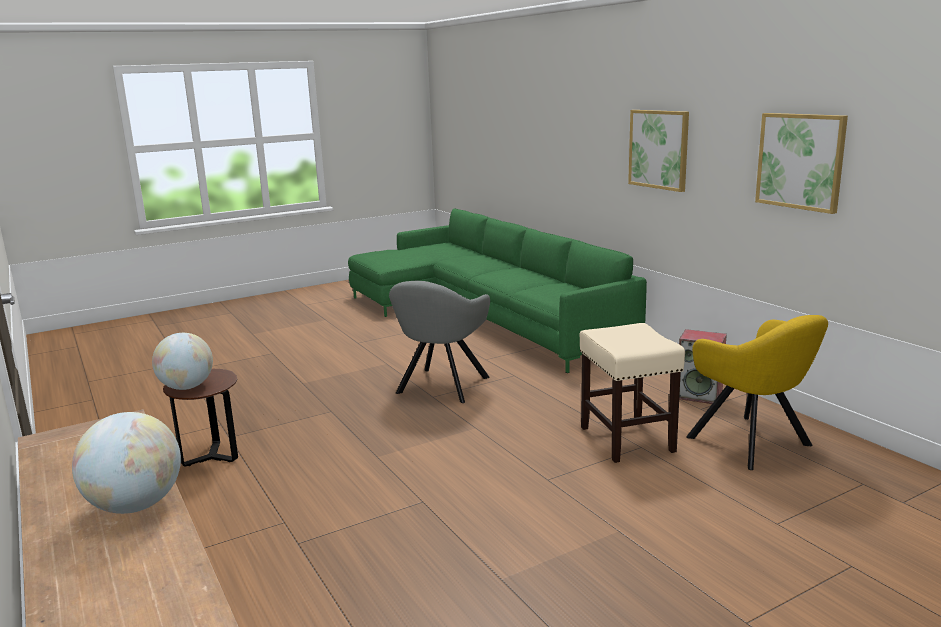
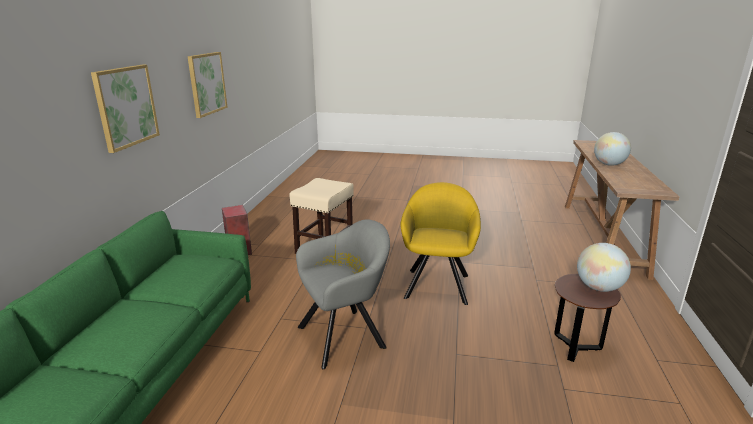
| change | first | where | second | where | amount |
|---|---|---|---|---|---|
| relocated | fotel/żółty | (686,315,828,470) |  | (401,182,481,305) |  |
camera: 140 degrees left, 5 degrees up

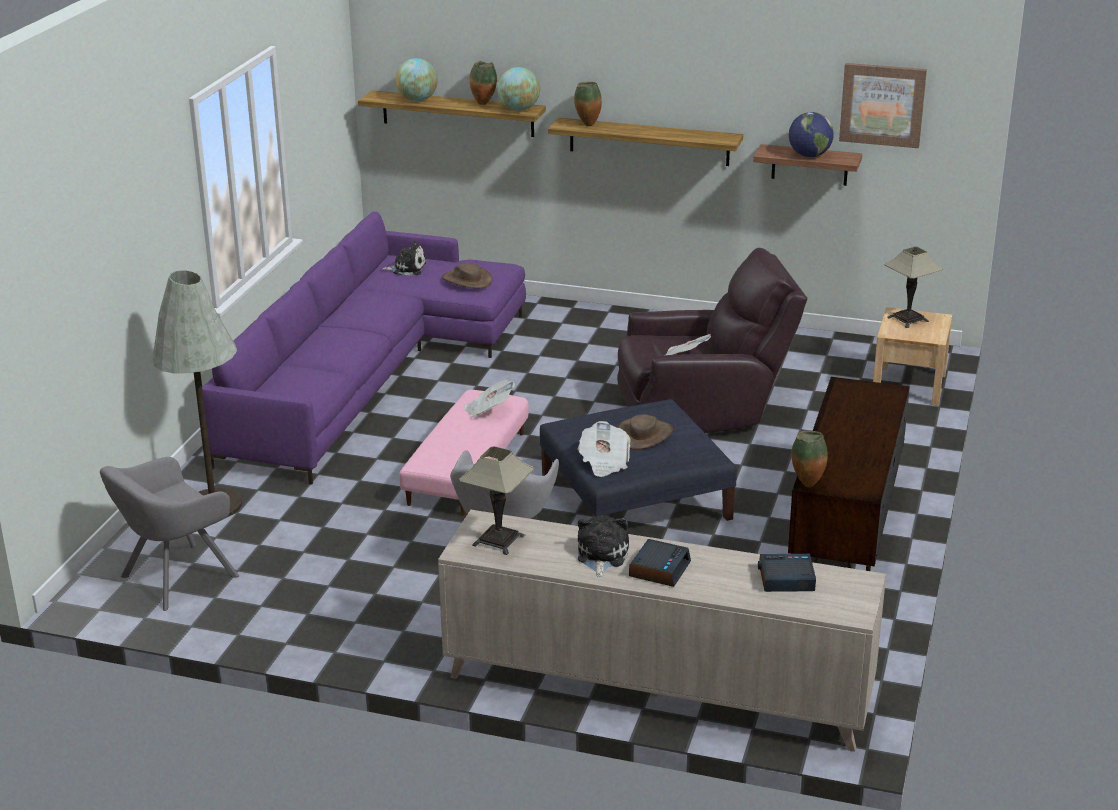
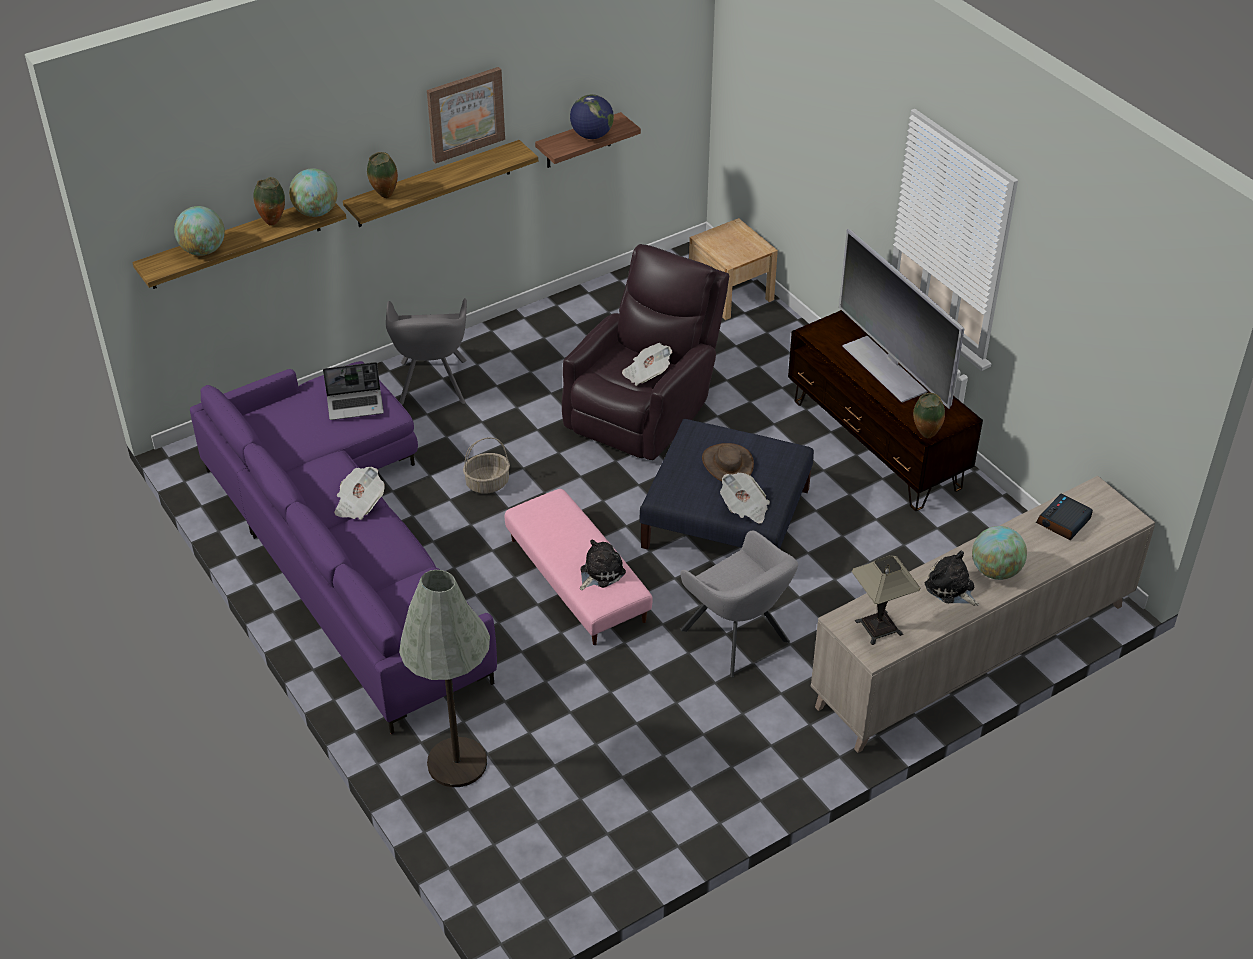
| change | first | where | second | where | amount |
|---|---|---|---|---|---|
| relocated | obraz | (839,63,927,148) |  | (427,67,505,163) |  |
| relocated | pluszak | (382,241,426,276) |  | (580,540,626,590) |  |
| missing | lampa stołowa | (885,246,943,328) |  |  |  |
| exchanged | kapelusz/brązowy | (442,263,492,289) | laptop | (323,362,384,420) |  |
| relocated | gazeta | (464,379,515,417) |  | (334,467,385,520) |  |
| relocated | fotel/szary | (100,457,239,611) |  | (386,298,467,405) |  |
| exchanged | budzik | (629,539,691,587) | globus | (972,526,1027,580) |  |
| appeared |  |  | telewizor | (839,229,964,409) |  |
| appeared |  |  | koszyk | (463,437,510,494) |  |
camera: 50 degrees left, 15 degrees up

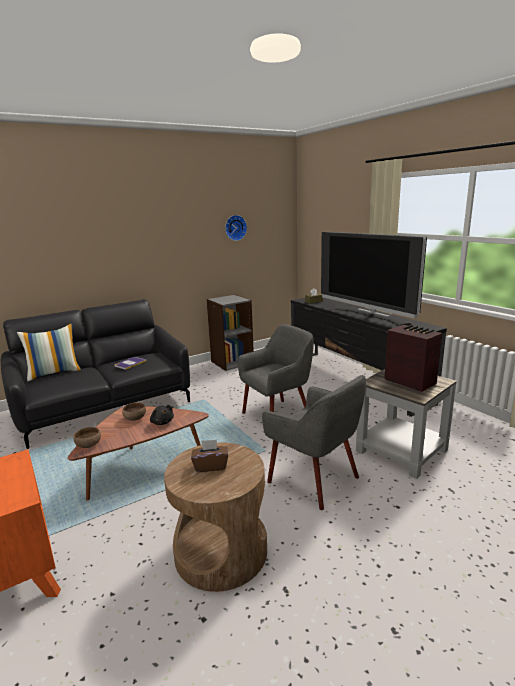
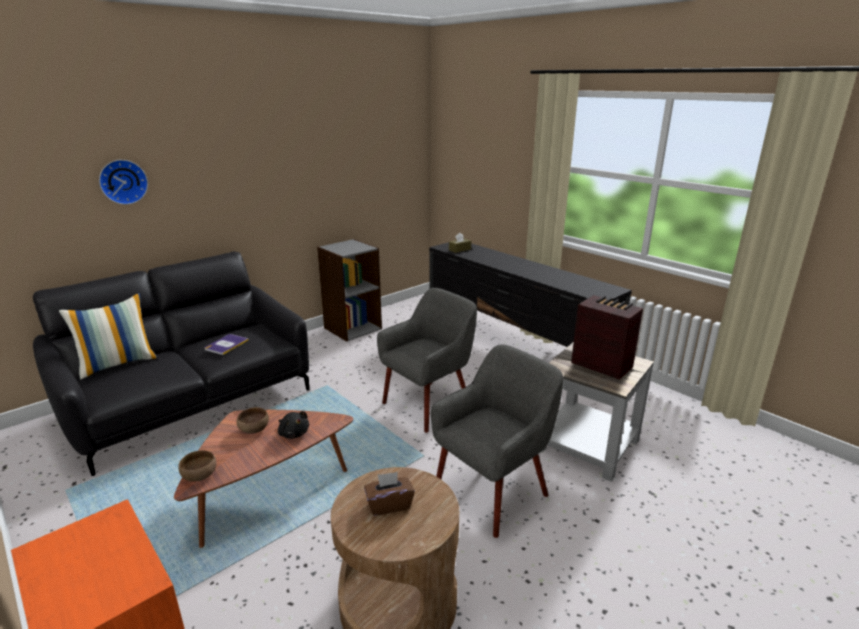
| change | first | where | second | where | amount |
|---|---|---|---|---|---|
| relocated | zegar ścienny | (225,215,247,241) |  | (99,160,148,205) |  |
| missing | telewizor | (321,232,427,326) |  |  |  |
| spun | fotel/szary | (262,375,366,510) |  | (431,344,563,538) | 75 degrees counterclockwise |
camera: 10 degrees left, 5 degrees up

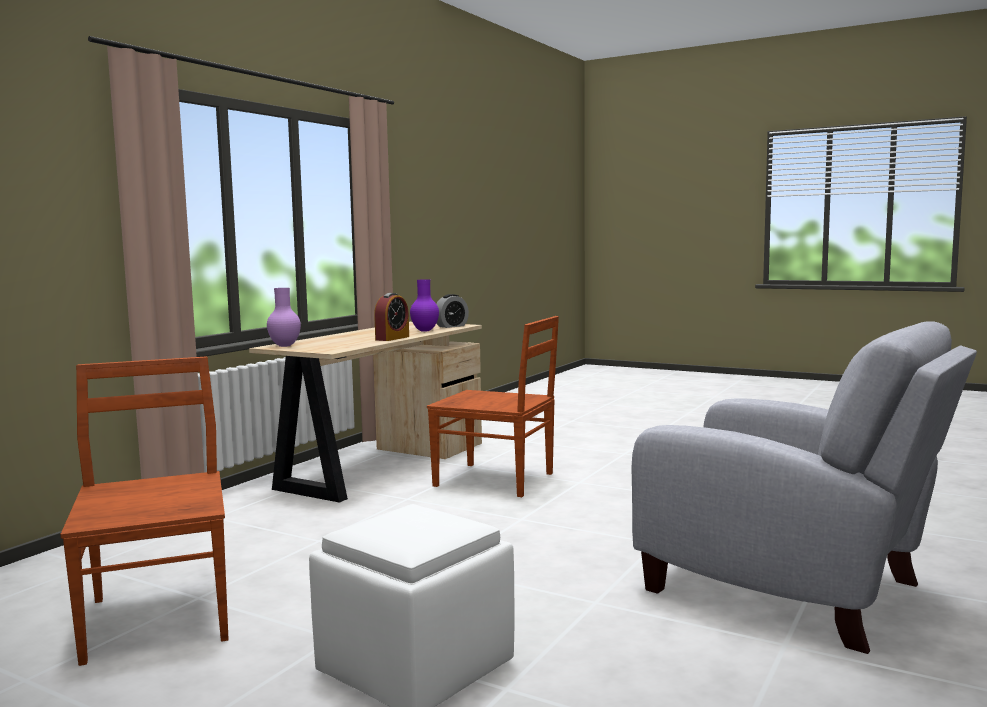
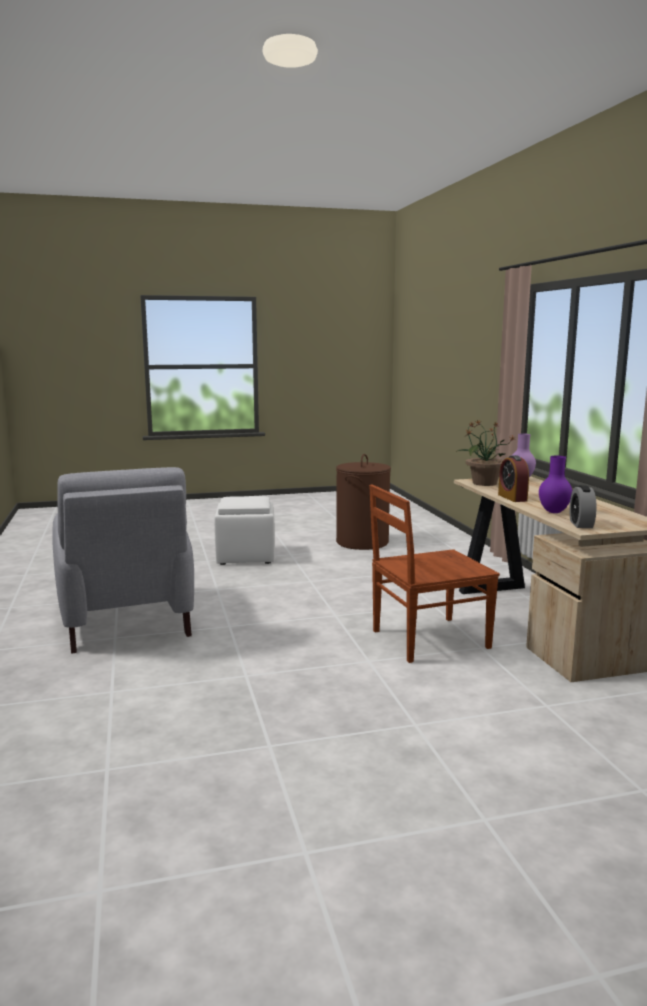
| change | first | where | second | where | amount |
|---|---|---|---|---|---|
| spun | fotel/szary | (631,321,977,654) |  | (52,467,194,654) | 105 degrees counterclockwise |
| exchanged | krzesło/brązowy | (61,357,229,666) | kosz na pranie/brązowy | (336,454,391,550) |  |
| appeared |  |  | roślina doniczkowa | (456,420,515,486) |  |
camera: 135 degrees right, 5 degrees up

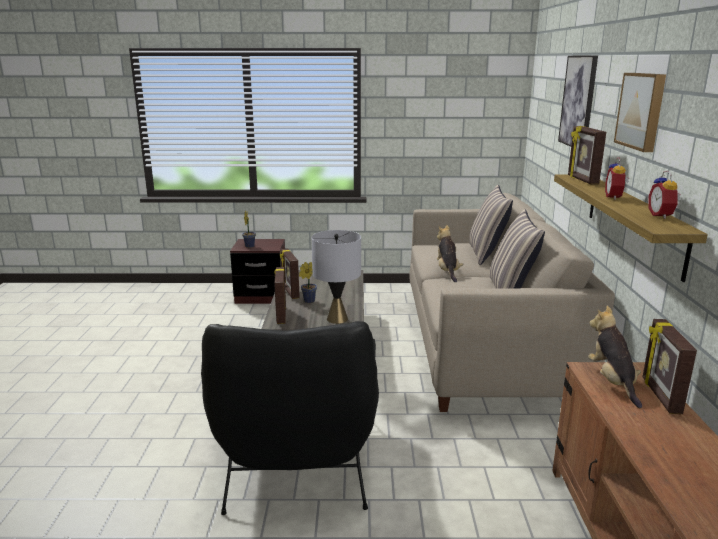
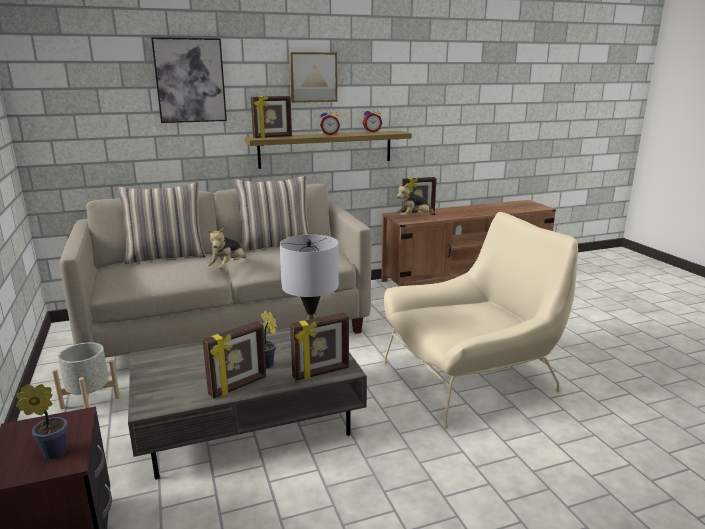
| change | first | where | second | where | amount |
|---|---|---|---|---|---|
| spun | pluszak | (437,225,463,282) |  | (207,228,246,269) | 45 degrees counterclockwise |
| colour | fotel/czarny | (201,321,379,515) | fotel/beżowy | (384,212,578,429) |  |
| appeared |  |  | donica/szary | (52,342,120,409) |  |
camera: 110 degrees left, 0 degrees up

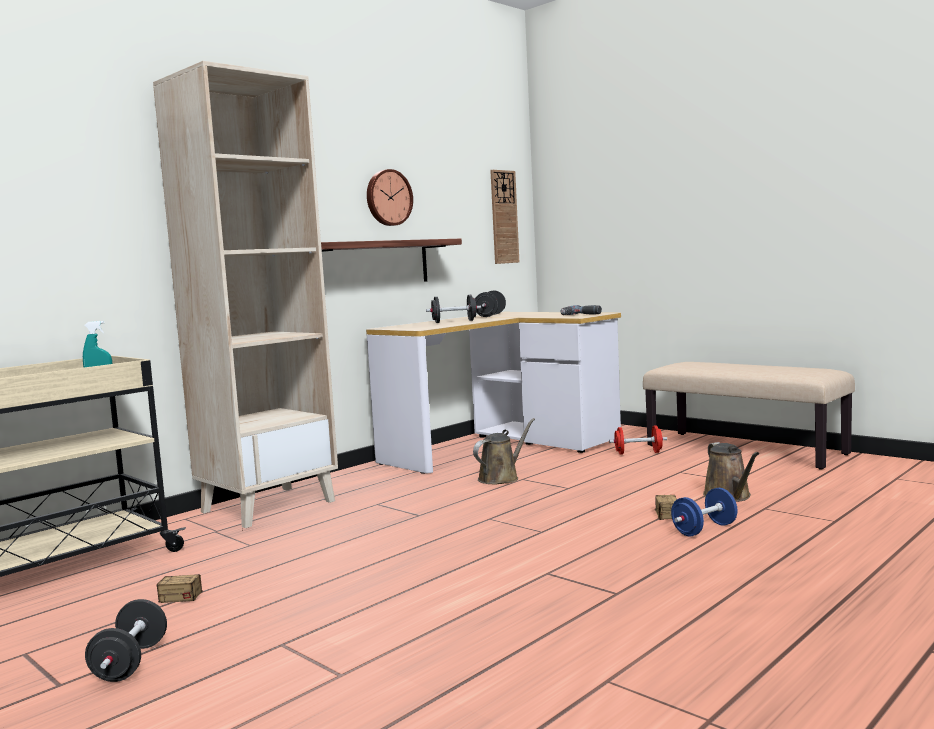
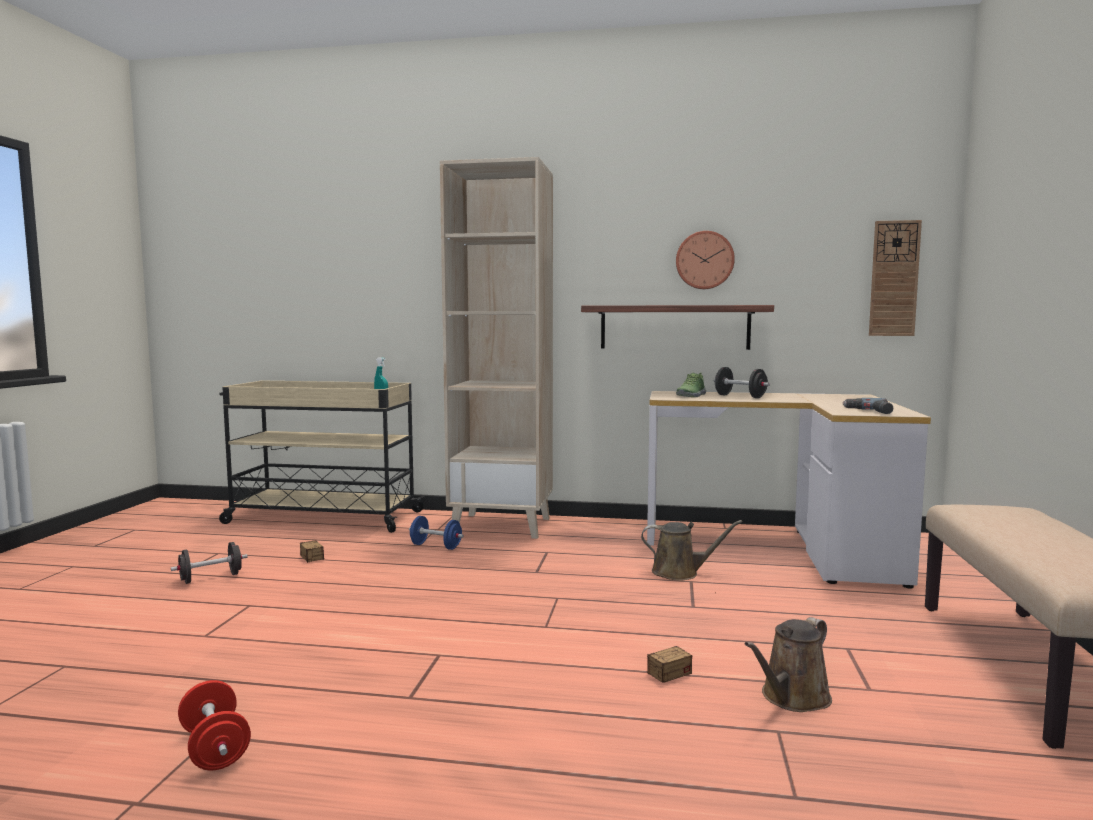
| change | first | where | second | where | amount |
|---|---|---|---|---|---|
| missing | hantel/czarny | (475,290,506,317) |  |  |  |
| relocated | hantel/czerwony | (609,426,667,455) |  | (178,680,251,771) |  |
| relocated | hantel/niebieski | (671,488,738,536) |  | (409,516,464,550) |  |
| appeared |  |  | but | (676,373,706,397) |  |
camera: 55 degrees right, 0 degrees up

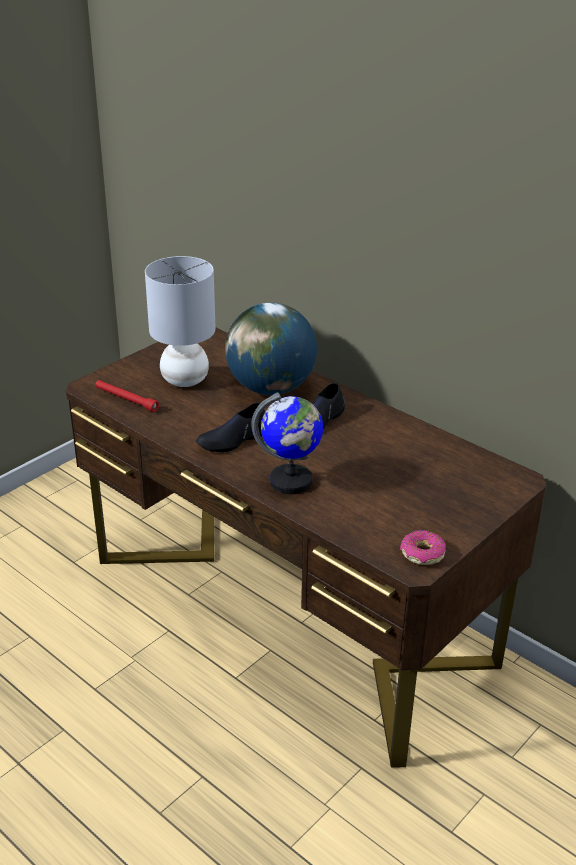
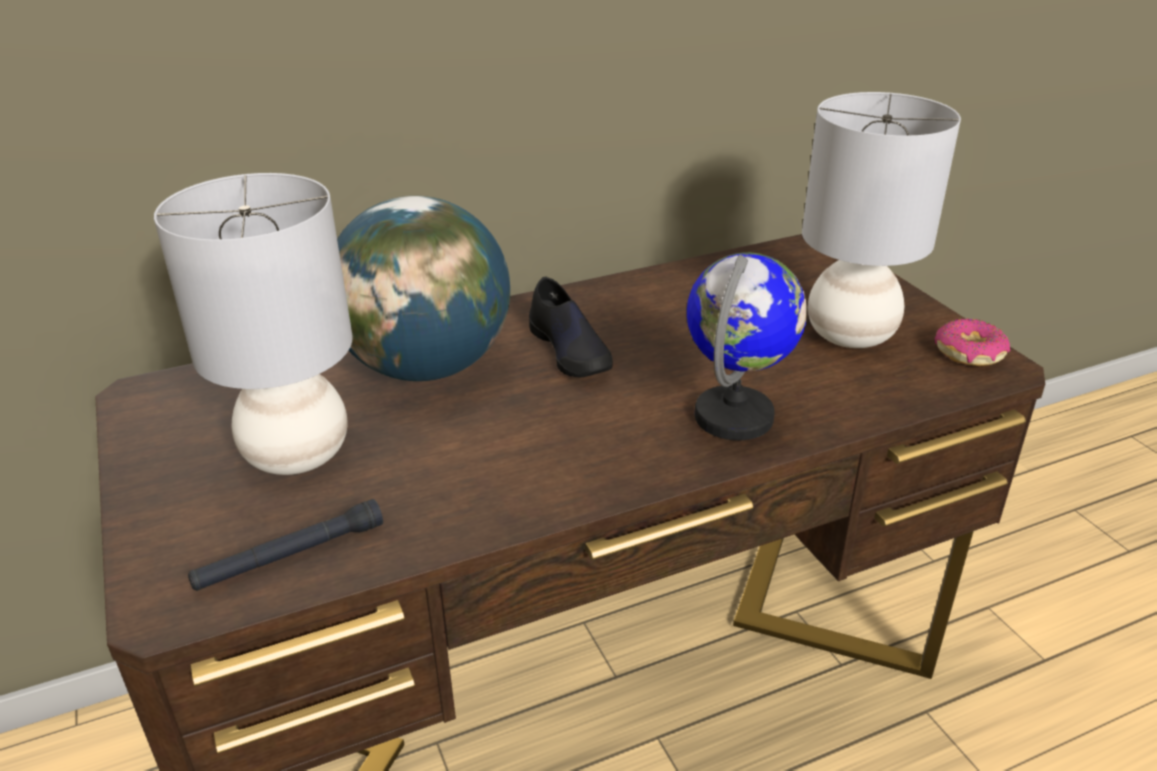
| change | first | where | second | where | amount |
|---|---|---|---|---|---|
| colour | latarka/czerwony | (95,380,159,412) | latarka/czarny | (188,499,383,591) |  |
| missing | but/czarny | (196,402,265,452) |  |  |  |
| appeared |  |  | lampa stołowa/szary | (802,92,961,348) |  |
camera: 65 degrees left, 0 degrees up

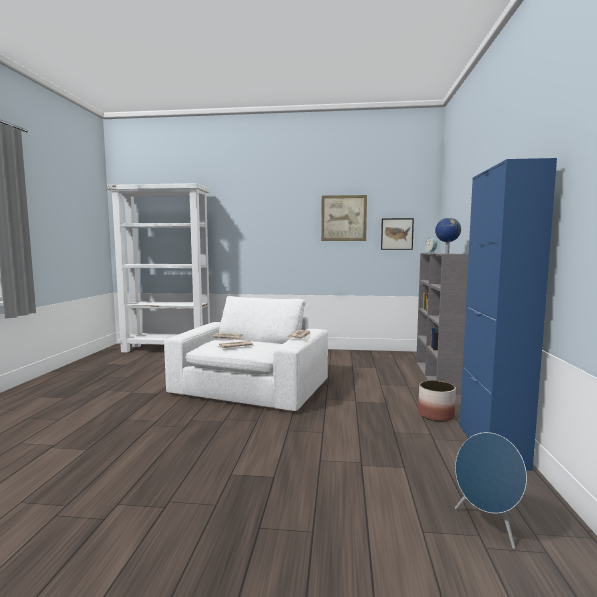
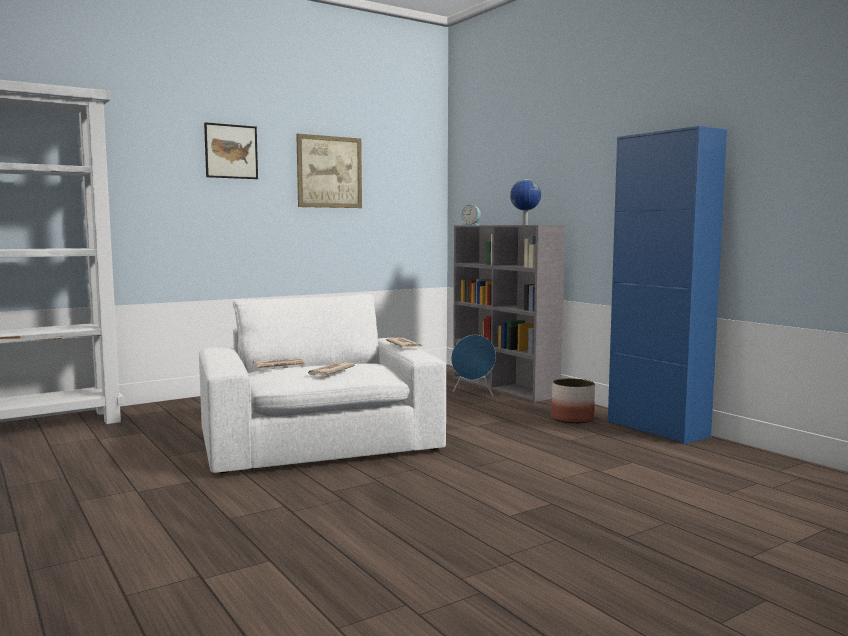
| change | first | where | second | where | amount |
|---|---|---|---|---|---|
| relocated | obraz | (381,218,414,250) |  | (204,122,258,179) |  |
| relocated | głośnik/niebieski | (455,432,527,549) |  | (451,335,496,396) |  |
camera: 40 degrees left, 0 degrees up

